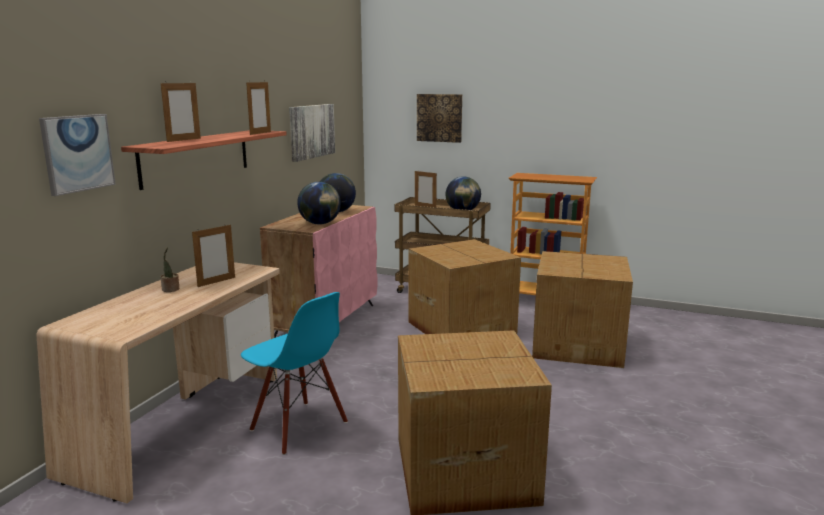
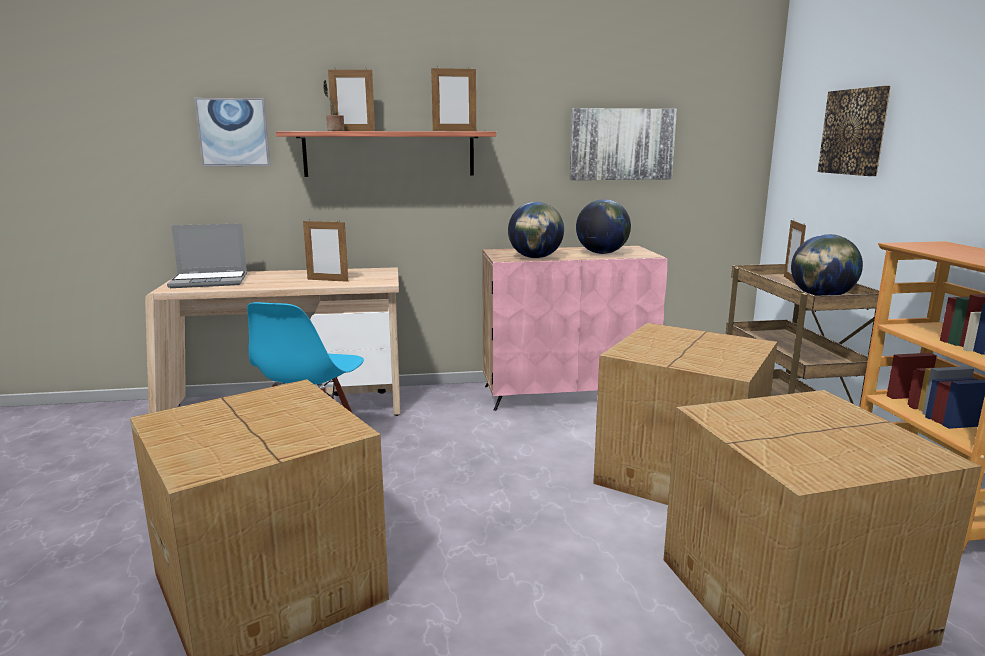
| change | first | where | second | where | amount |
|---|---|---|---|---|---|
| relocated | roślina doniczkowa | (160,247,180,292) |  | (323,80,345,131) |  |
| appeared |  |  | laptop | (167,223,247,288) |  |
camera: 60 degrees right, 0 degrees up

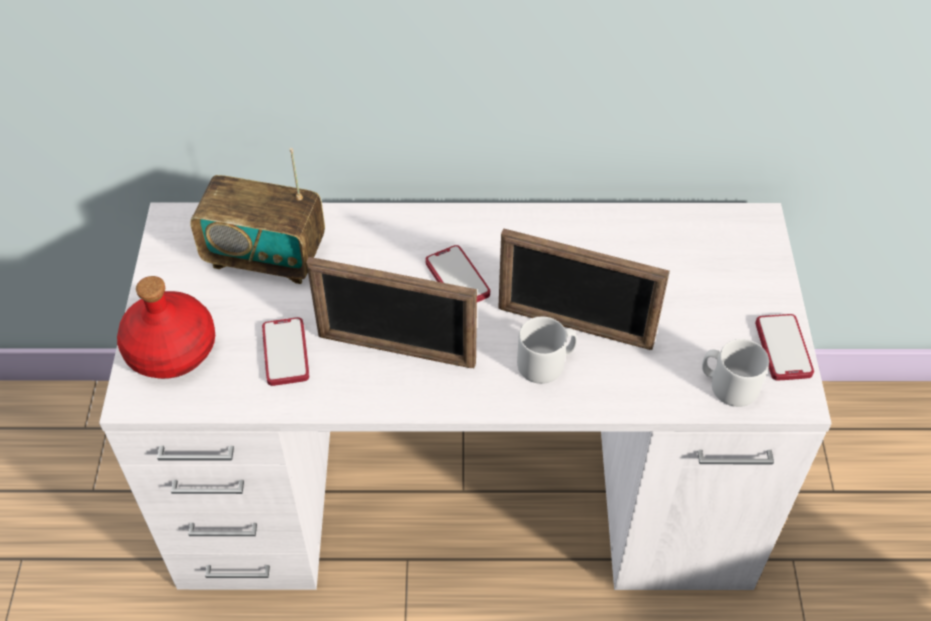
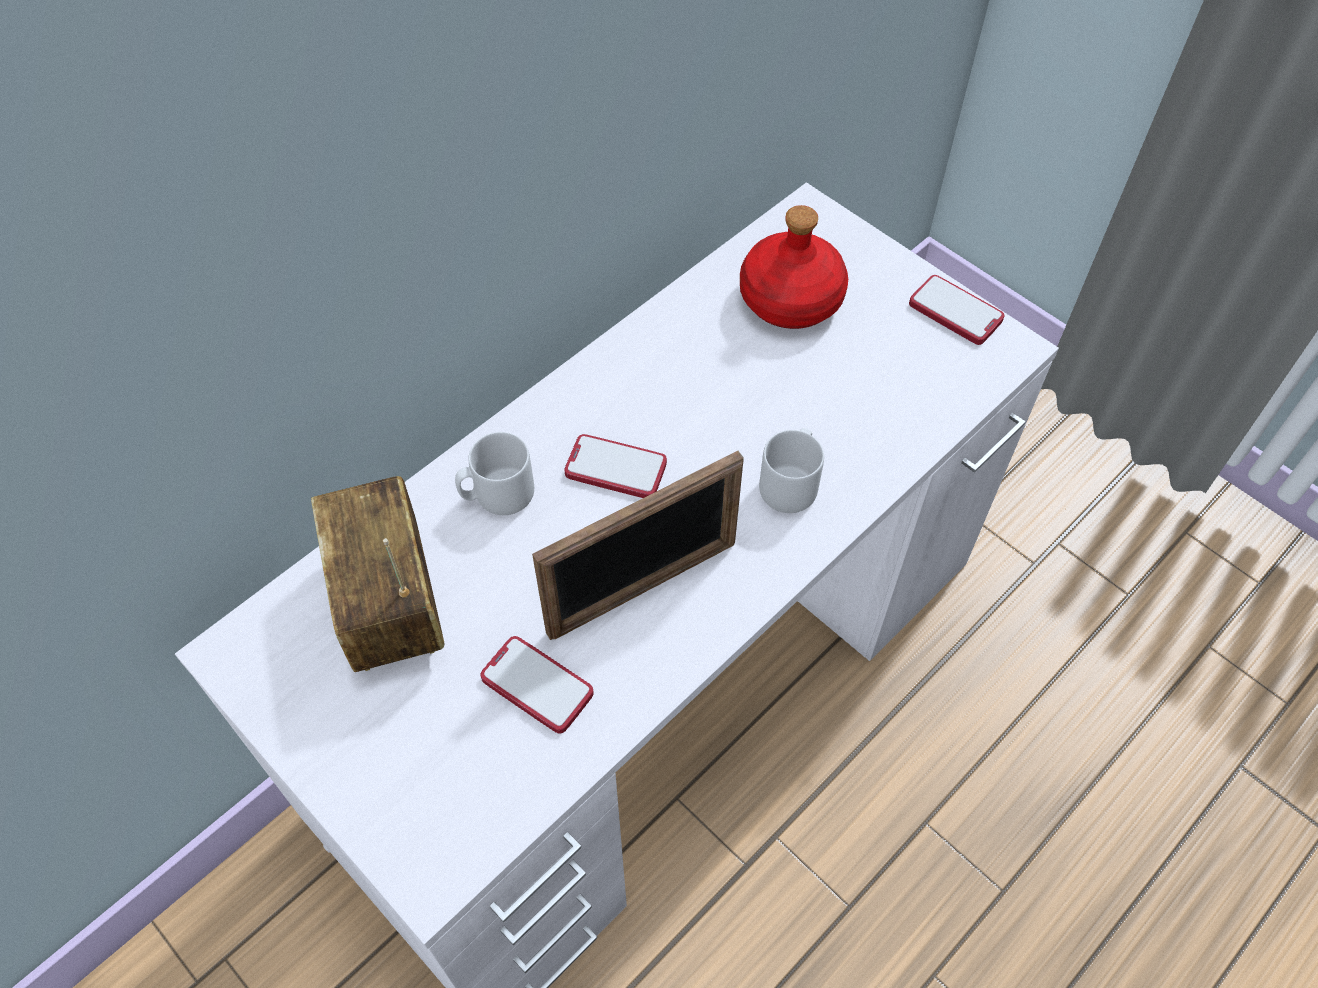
| change | first | where | second | where | amount |
|---|---|---|---|---|---|
| spun | radio | (190,148,325,284) |  | (311,476,444,672) | 105 degrees clockwise |
| missing | ramka na zdjęcie | (498,228,670,350) |  |  |  |
| relocated | butelka/czerwony | (117,276,215,379) |  | (740,205,848,329) |  |
| relocated | kubek/szary | (702,339,769,407) |  | (455,432,534,515) |  |
camera: 45 degrees left, 5 degrees up

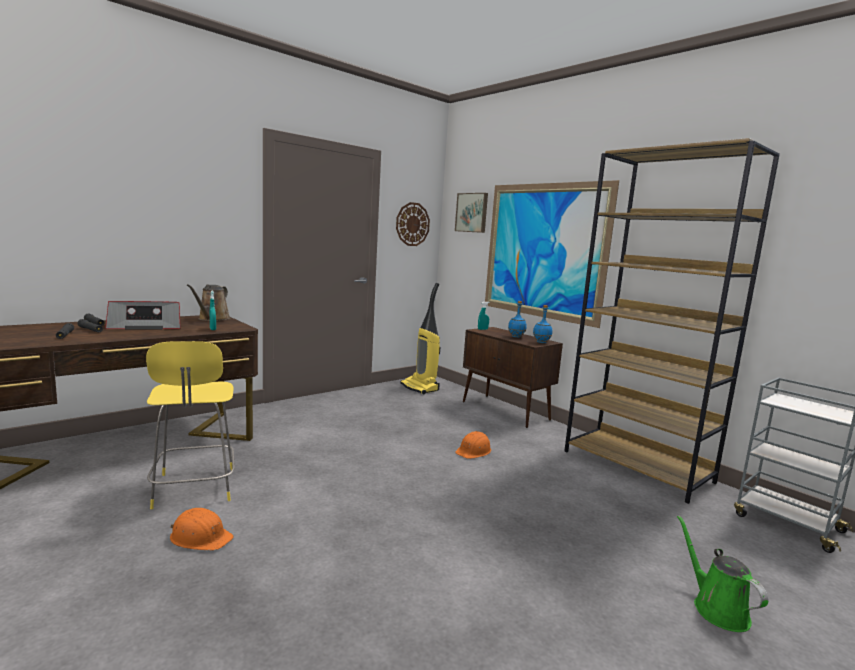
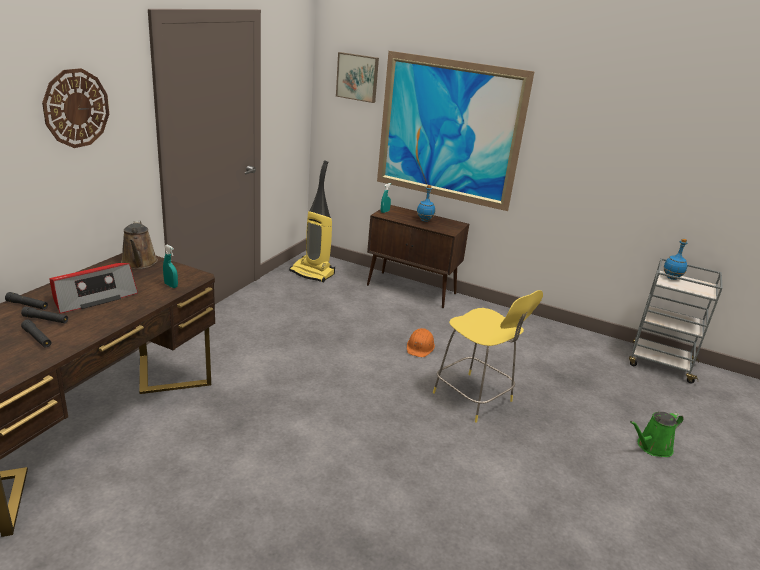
| change | first | where | second | where | amount |
|---|---|---|---|---|---|
| missing | regał/brązowy | (564,138,780,504) |  |  |  |
| relocated | zegar ścienny | (396,202,430,246) |  | (42,68,109,148) |  |
| relocated | butelka/niebieski | (533,305,553,343) |  | (663,239,688,280) |  |
| relocated | stołek/żółty | (146,341,235,509) |  | (433,290,543,423) |  |
| missing | kask/pomarańczowy | (170,508,234,551) |  |  |  |
| spun | konewka/zielony | (677,515,768,632) |  | (630,412,684,457) | 75 degrees counterclockwise |
camera: 25 degrees left, 15 degrees up

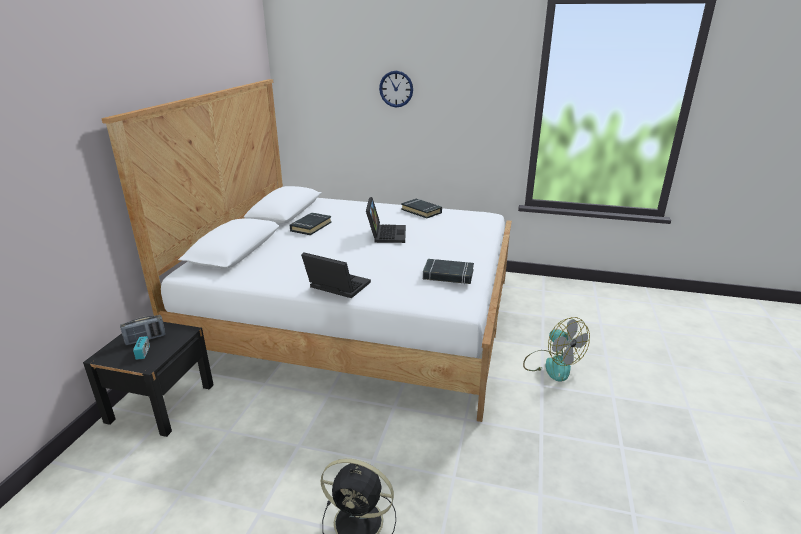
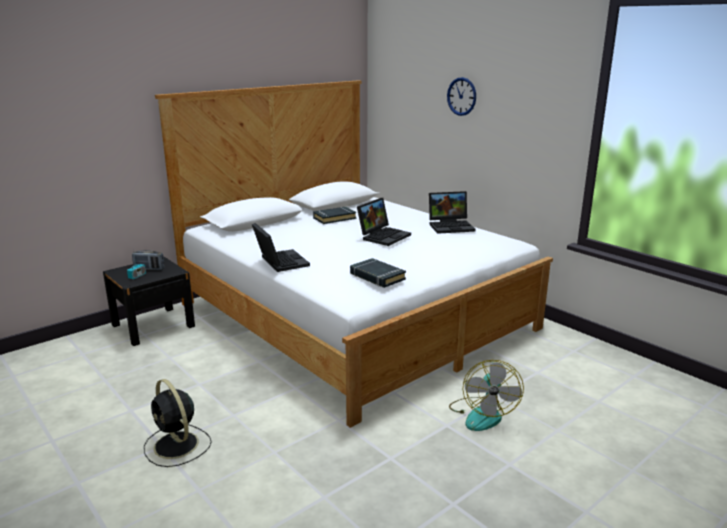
| change | first | where | second | where | amount |
|---|---|---|---|---|---|
| exchanged | książka/czarny | (401,199,442,218) | laptop | (429,191,476,234) |  |
camera: 35 degrees right, 5 degrees down

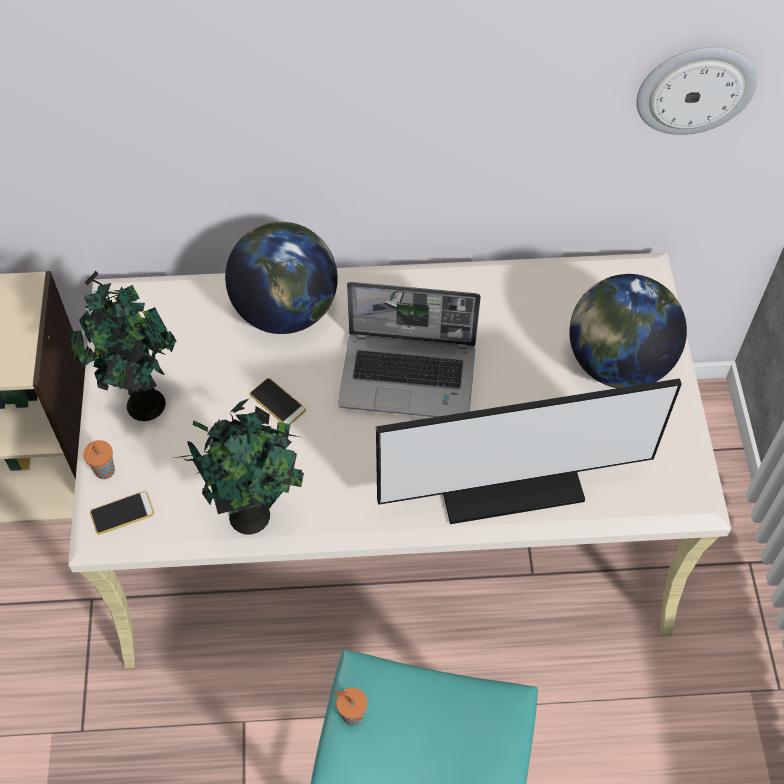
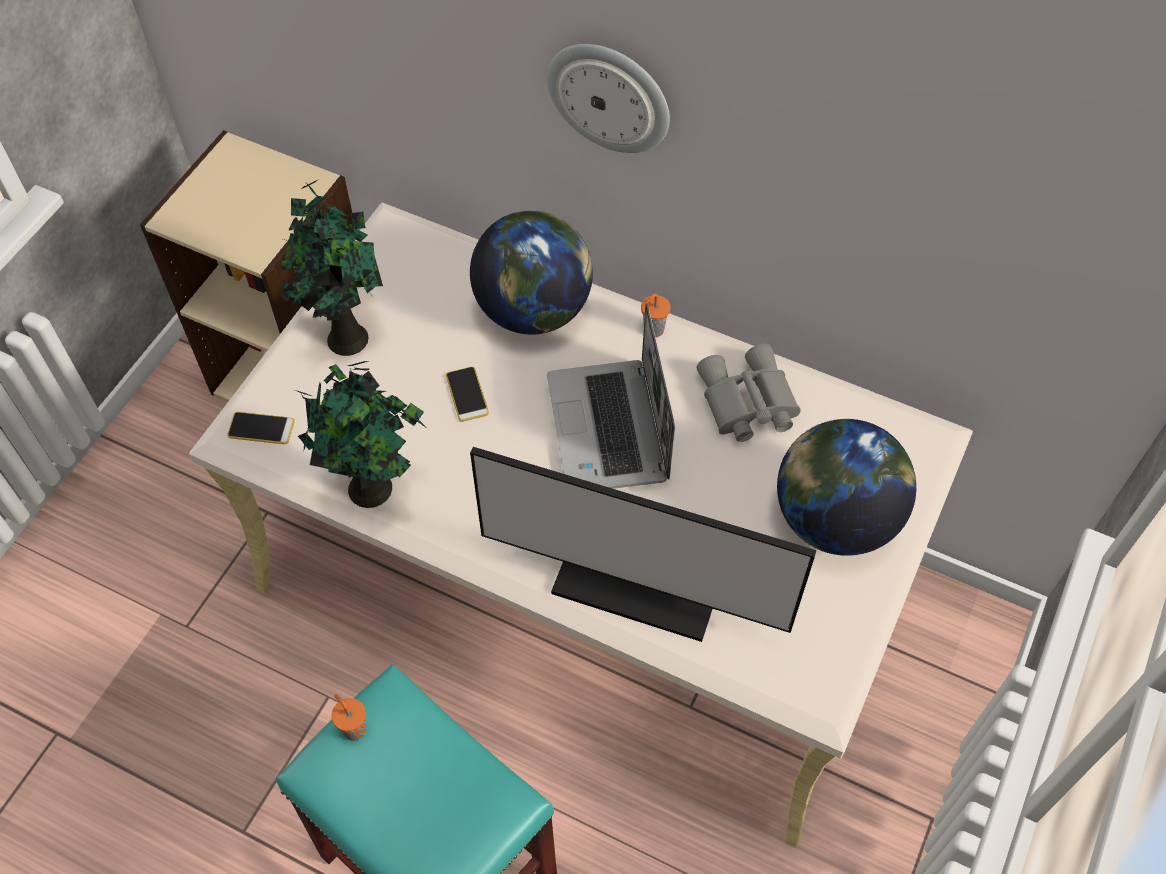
| change | first | where | second | where | amount |
|---|---|---|---|---|---|
| relocated | zegar ścienny | (636,47,758,135) |  | (547,44,670,153) |  |
| spun | laptop | (338,282,481,417) |  | (547,303,675,489) | 45 degrees clockwise |
| relocated | filiżanka/pomarańczowy | (83,440,115,479) |  | (641,293,670,337) |  |
| appeared |  |  | lornetka/szary | (697,344,801,442) |  |
camera: 30 degrees right, 0 degrees up

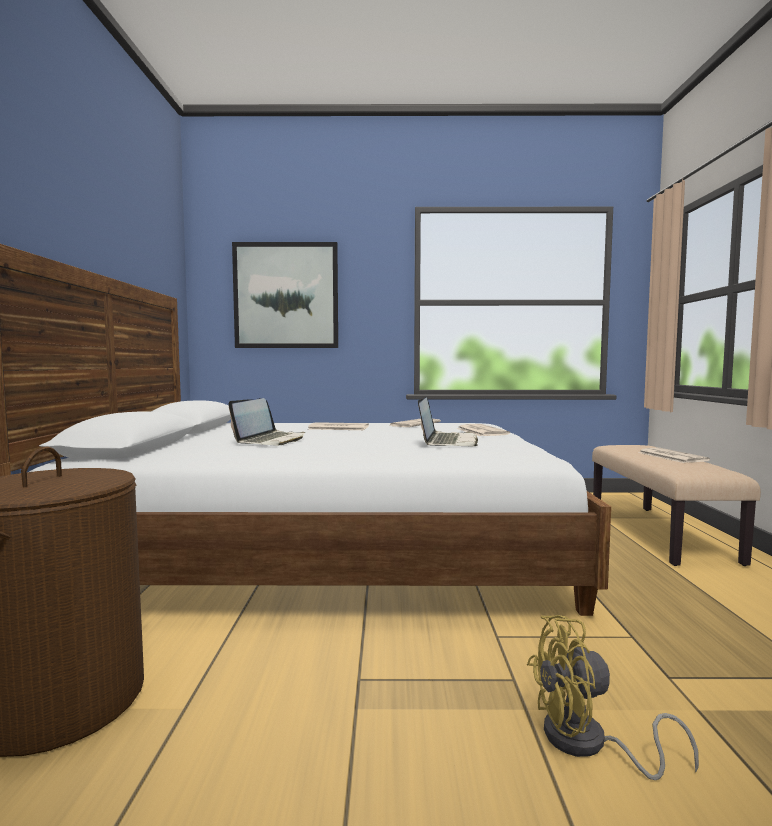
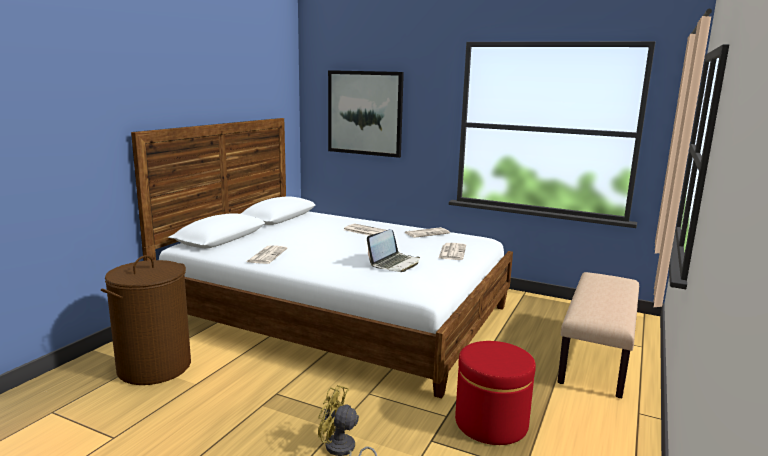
| change | first | where | second | where | amount |
|---|---|---|---|---|---|
| missing | laptop | (228,398,305,445) |  |  |  |
| relocated | gazeta | (638,448,710,463) |  | (247,245,287,264) |  |
| appeared |  |  | pufa/czerwony | (455,341,536,445) |  |
camera: 25 degrees right, 10 degrees up

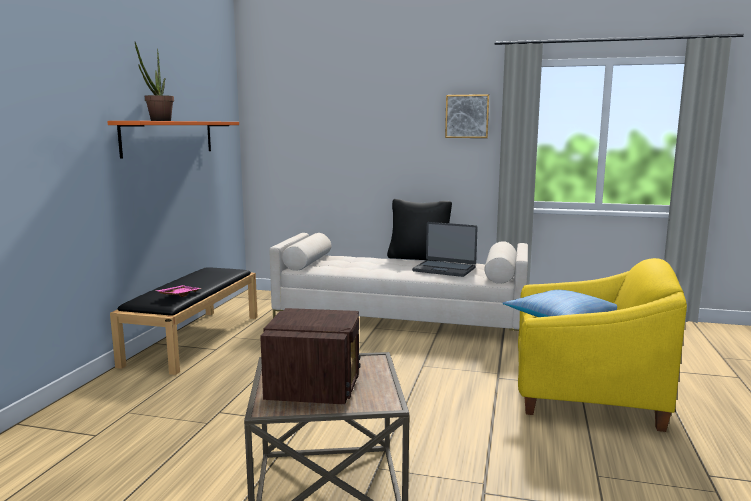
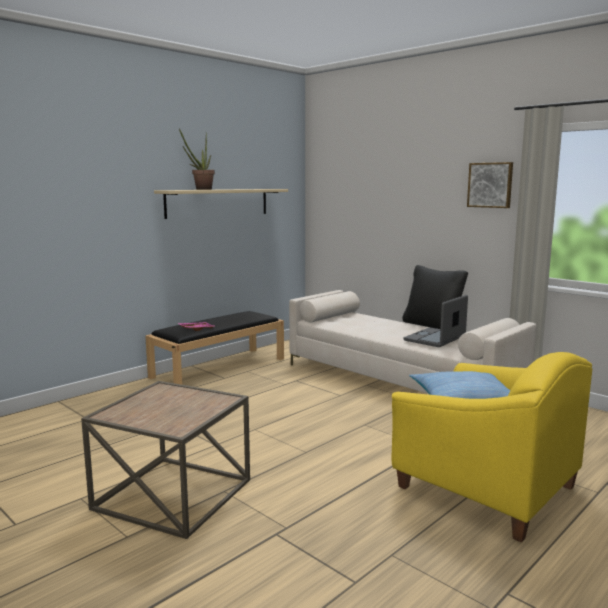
| change | first | where | second | where | amount |
|---|---|---|---|---|---|
| colour | półka/pomarańczowy | (107,121,239,159) | półka/beżowy | (154,189,288,219) |  |
| spun | laptop | (412,222,478,277) |  | (404,295,468,347) | 75 degrees clockwise |
| missing | radio | (260,308,360,405) |  |  |  |
camera: 30 degrees right, 0 degrees up

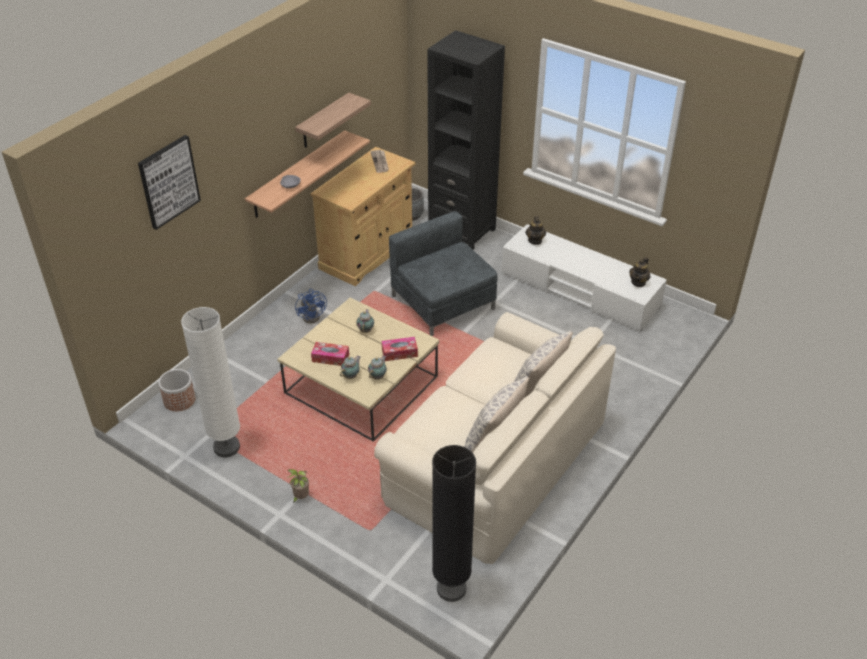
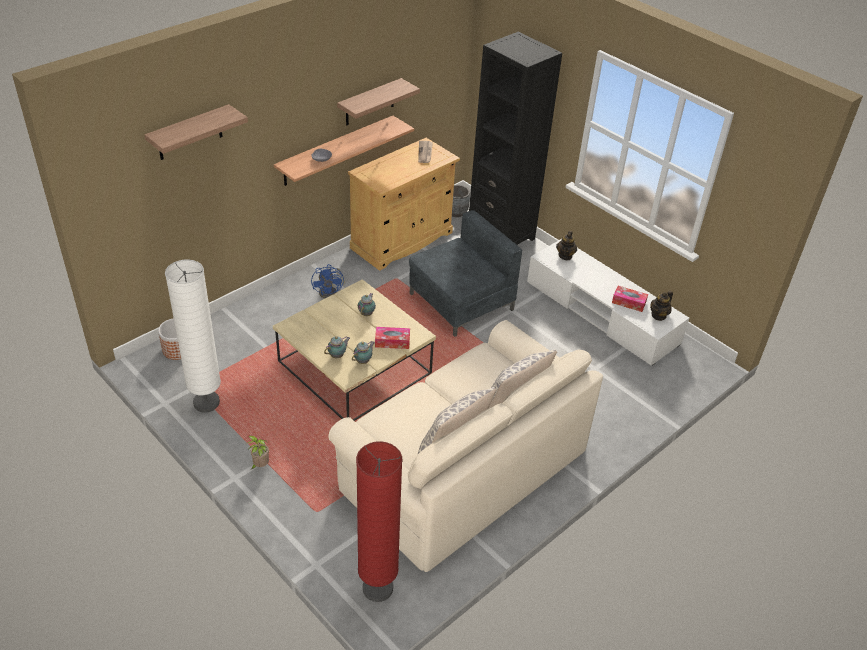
| change | first | where | second | where | amount |
|---|---|---|---|---|---|
| exchanged | obraz | (138,135,201,230) | półka | (144,104,248,160) |  |
| spun | fotel/szary | (389,211,497,336) |  | (409,210,522,337) | 75 degrees clockwise |
| relocated | pudełko chusteczek | (311,342,349,366) |  | (612,286,648,312) |  |
| colour | lampa stojąca/czarny | (432,445,476,602) | lampa stojąca/czerwony | (356,441,403,602) |  |
camera: 10 degrees right, 0 degrees up

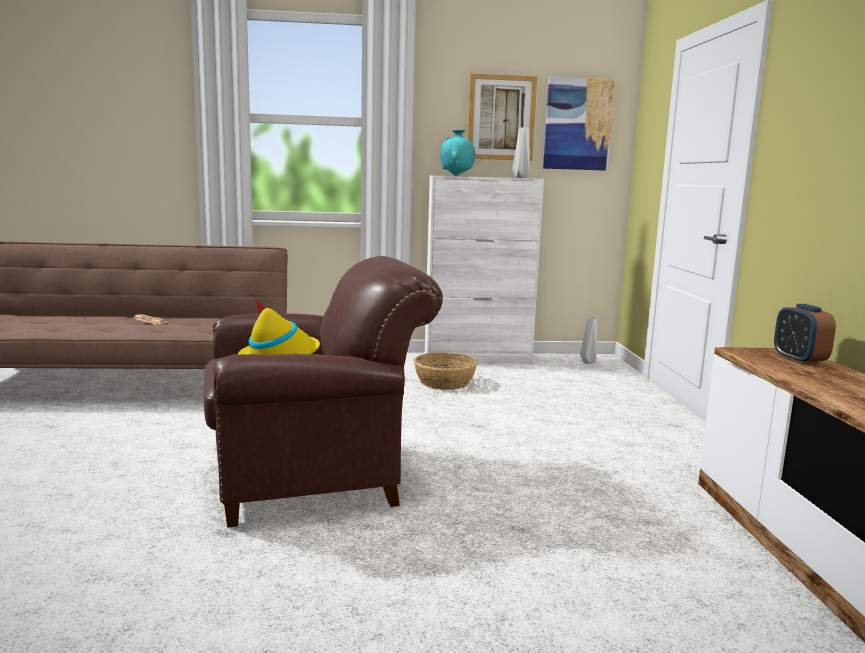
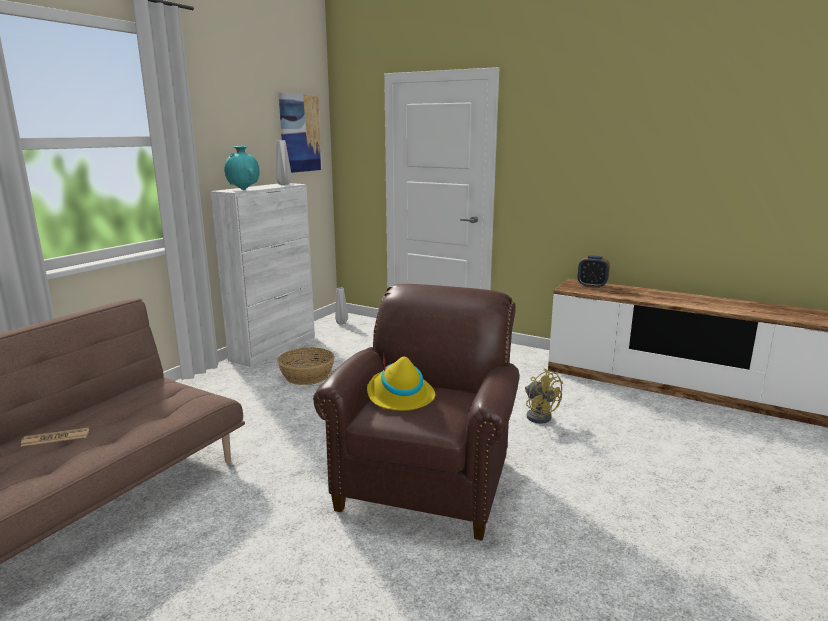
| change | first | where | second | where | amount |
|---|---|---|---|---|---|
| missing | obraz | (468,74,537,161) |  |  |  |
| appeared |  |  | wentylator/żółty | (525,369,563,424) |  |
camera: 55 degrees left, 5 degrees up

